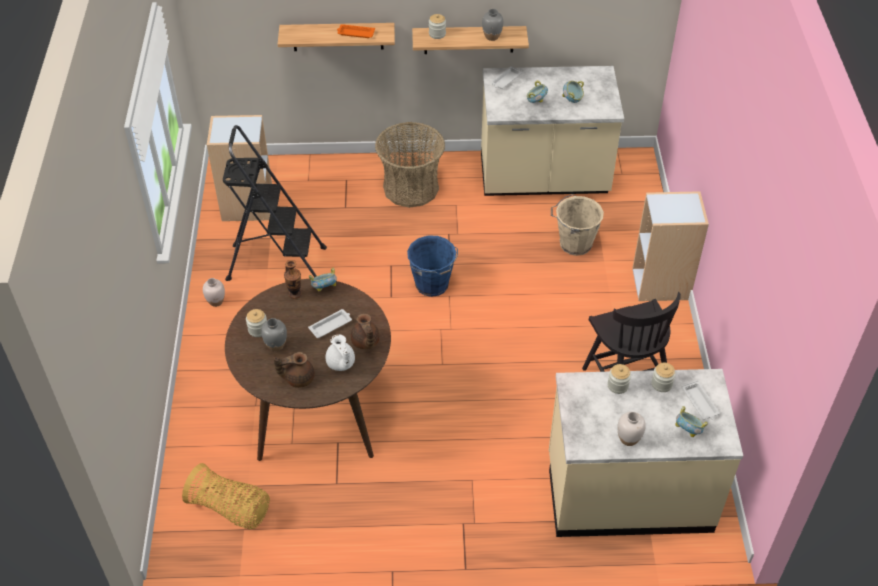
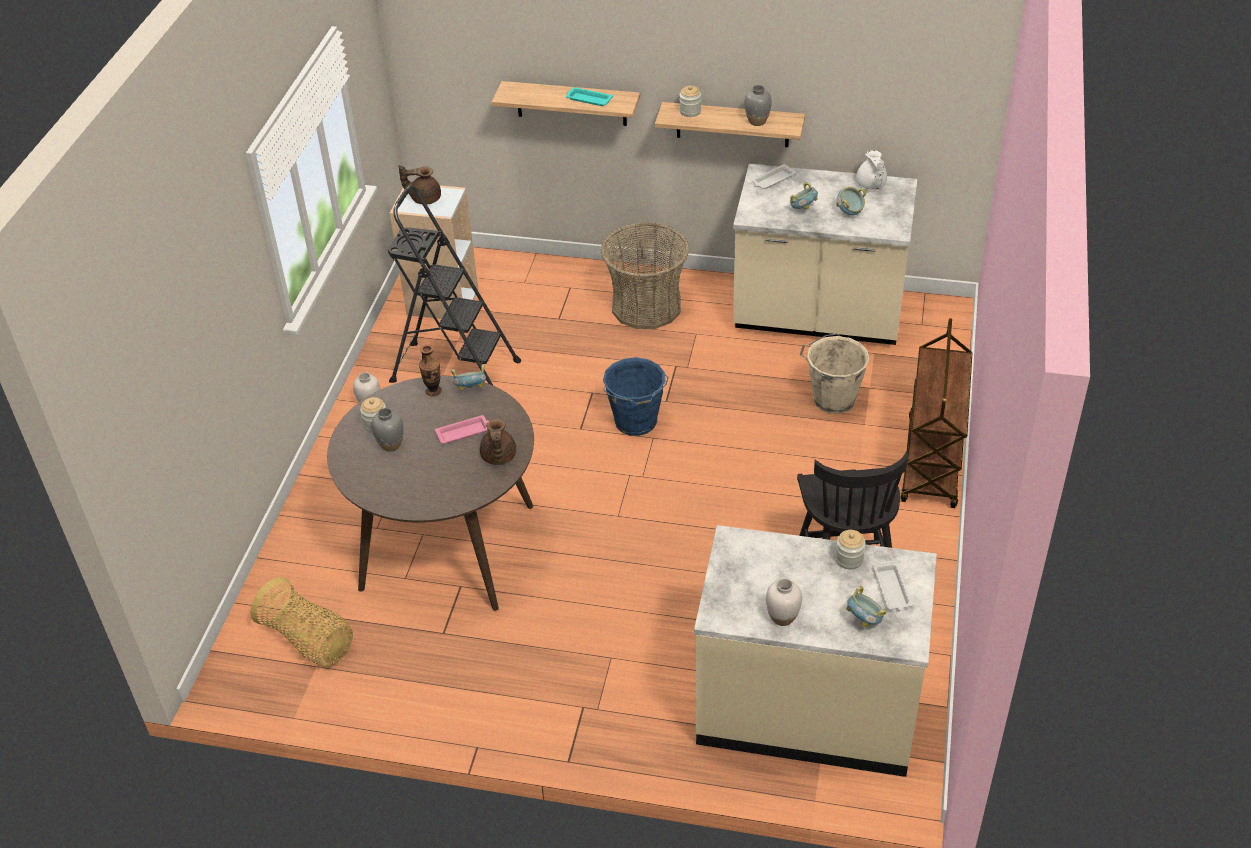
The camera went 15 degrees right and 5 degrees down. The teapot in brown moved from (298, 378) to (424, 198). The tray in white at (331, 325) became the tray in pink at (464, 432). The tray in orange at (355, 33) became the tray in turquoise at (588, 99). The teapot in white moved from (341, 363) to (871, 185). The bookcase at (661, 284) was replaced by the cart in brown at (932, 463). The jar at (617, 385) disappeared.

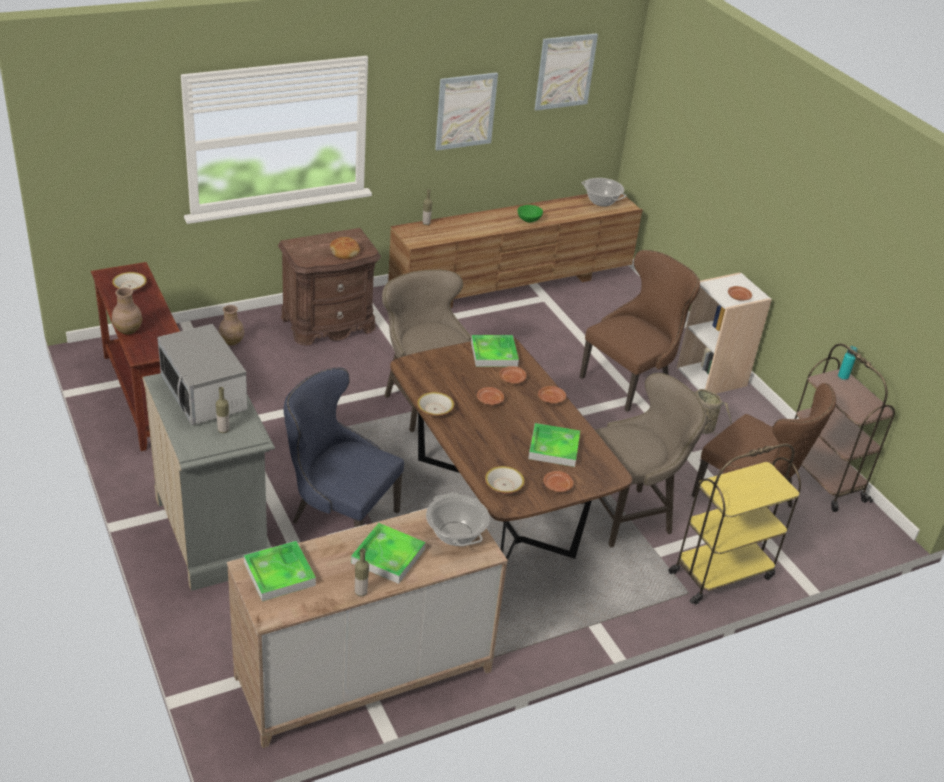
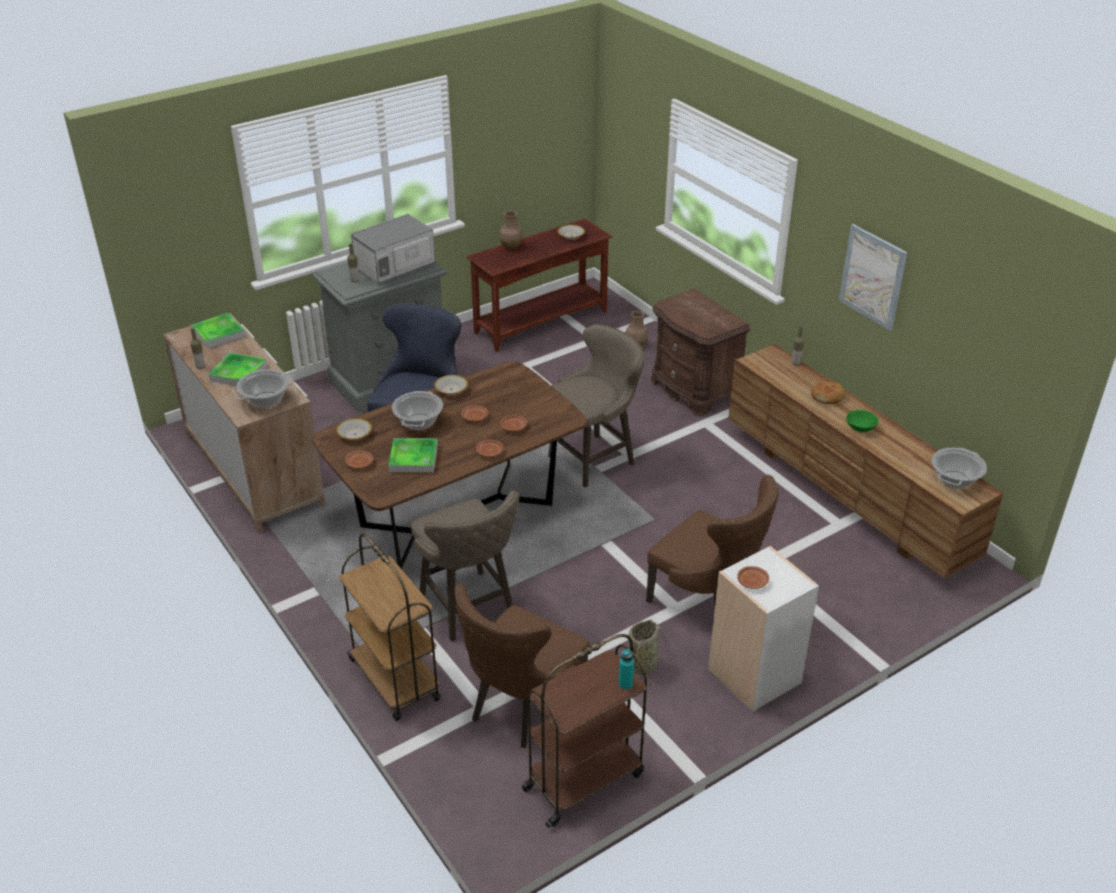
The camera went 85 degrees right and 0 degrees up. The cart in yellow at (722, 575) became the cart in brown at (395, 681). The cooking pot at (419, 422) appeared. The bread moved from (345, 252) to (828, 397). The tray at (494, 354) disappeared. The picture at (565, 71) disappeared.

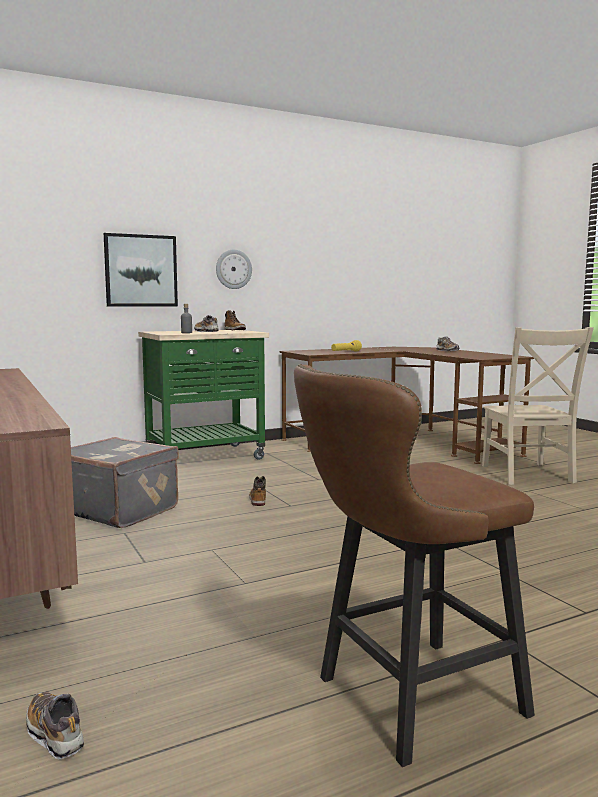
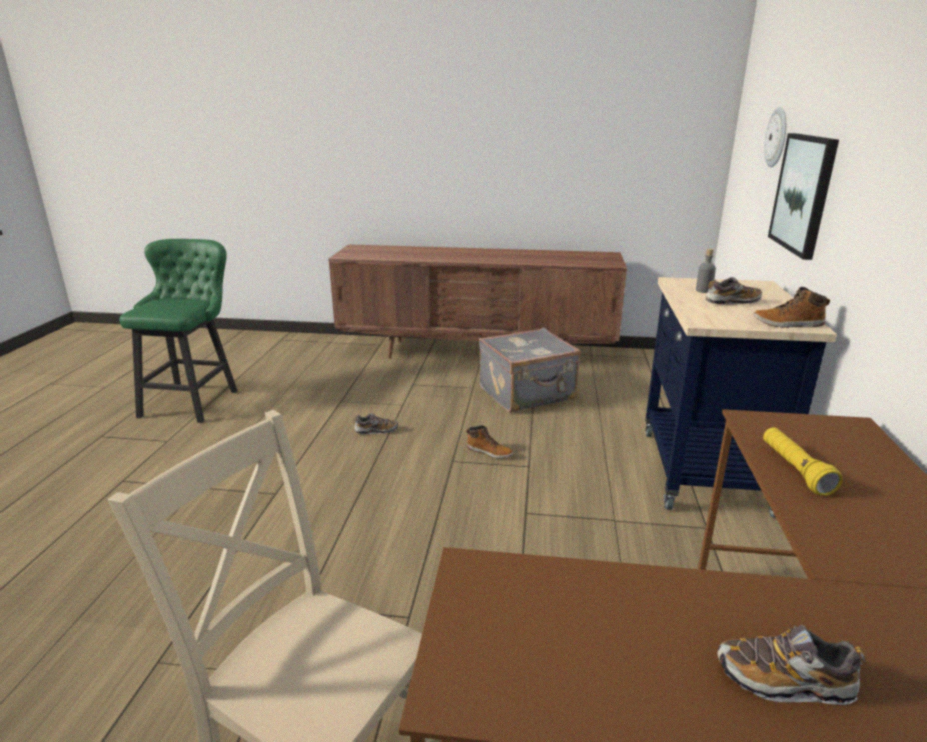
The camera went 125 degrees right and 15 degrees up. The stool in brown at (400, 702) became the stool in green at (195, 398). The shoe moved from (54, 734) to (376, 431). The cart in green at (204, 457) became the cart in blue at (705, 473). The wall clock moved from (233, 269) to (777, 137).

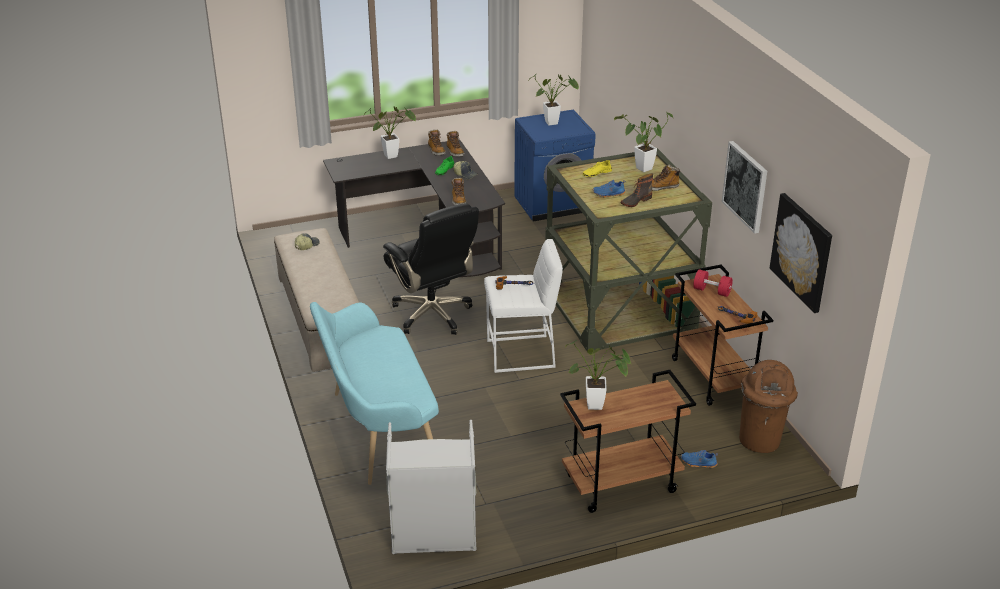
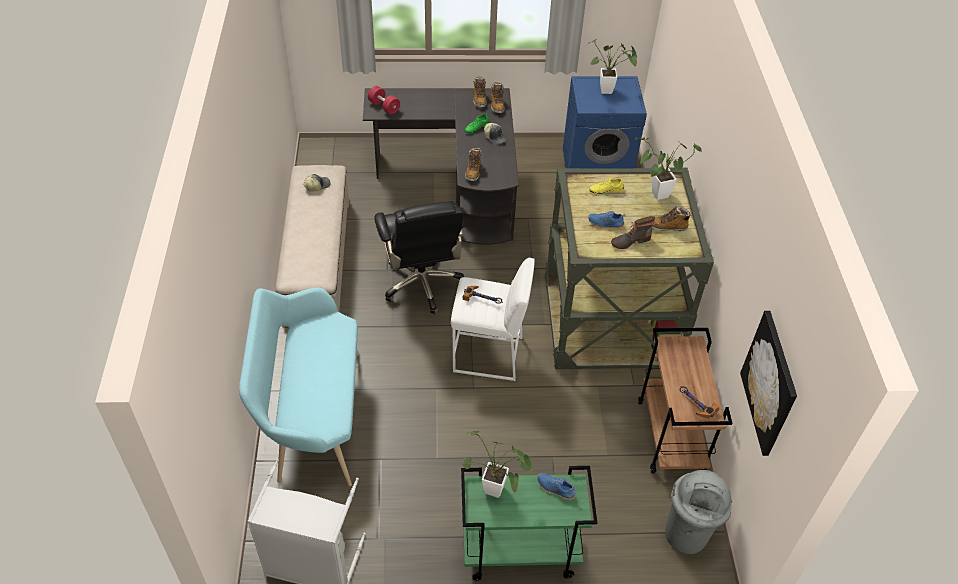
The camera went 15 degrees right and 15 degrees up. The dumbbell in red moved from (712, 291) to (384, 106). The cart in brown at (620, 485) became the cart in green at (519, 552). The shoe in blue moved from (698, 463) to (555, 489). The trash can in brown at (760, 440) became the trash can in grey at (687, 534). The potted plant at (394, 155) disappeared. The picture at (745, 186) disappeared.

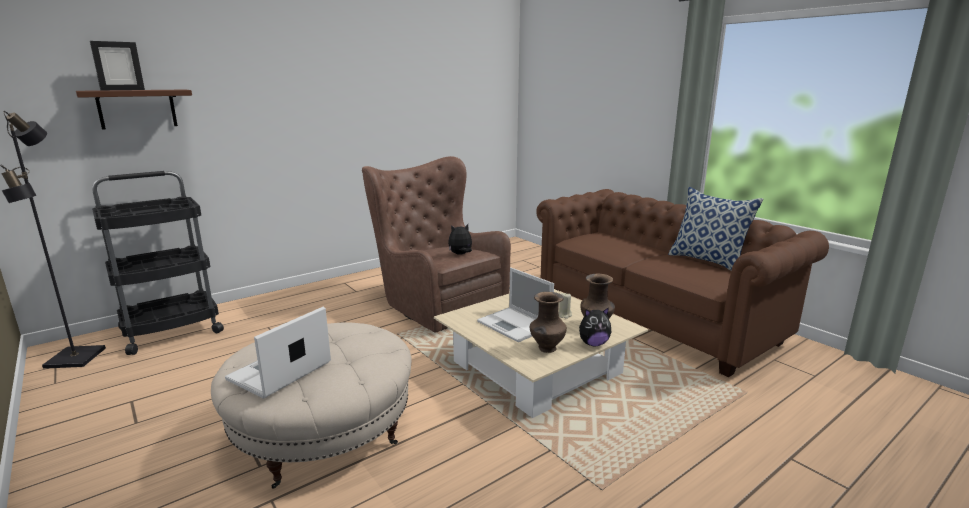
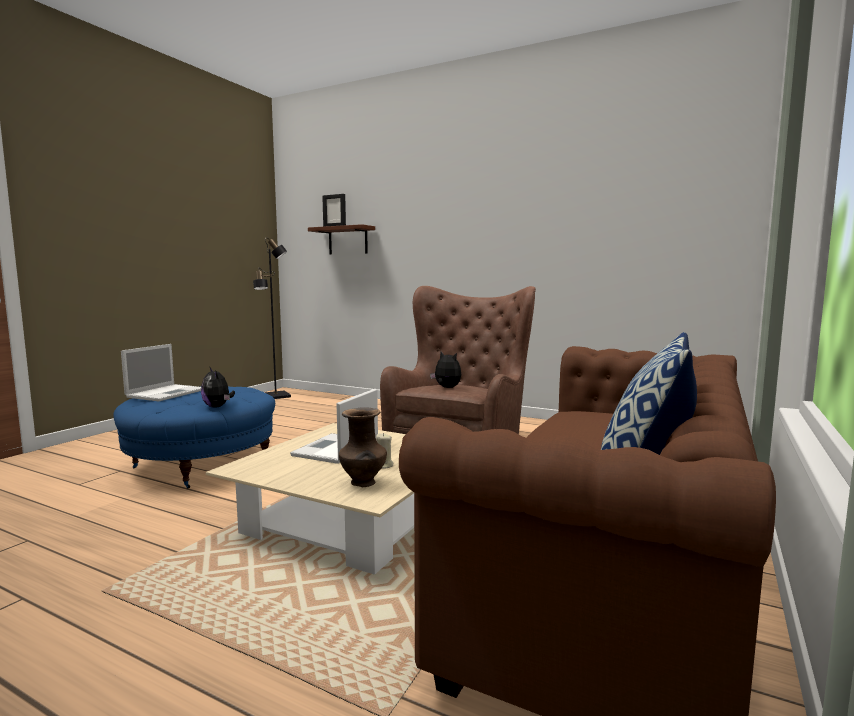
The camera went 65 degrees right and 10 degrees down. The ottoman in beige at (323, 432) became the ottoman in blue at (202, 464). The laptop at (278, 372) turned 105 degrees clockwise. The plush toy moved from (593, 344) to (218, 407). The cart in black at (172, 331) disappeared. The vase in brown at (547, 349) disappeared.

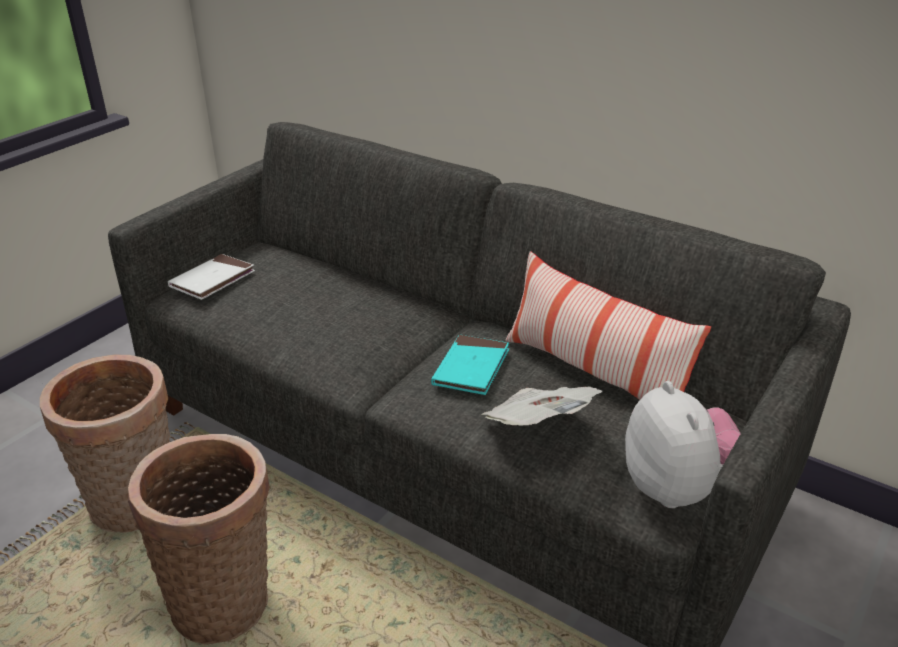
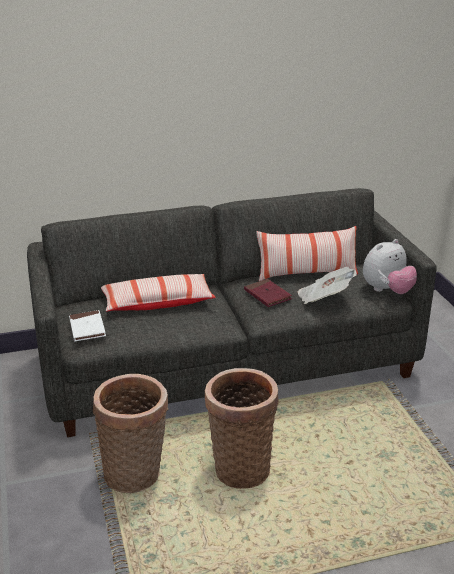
The camera went 50 degrees left and 5 degrees down. The pillow at (157, 303) appeared. The book in turquoise at (471, 368) became the book in red at (267, 295). The plush toy at (679, 489) turned 120 degrees clockwise.

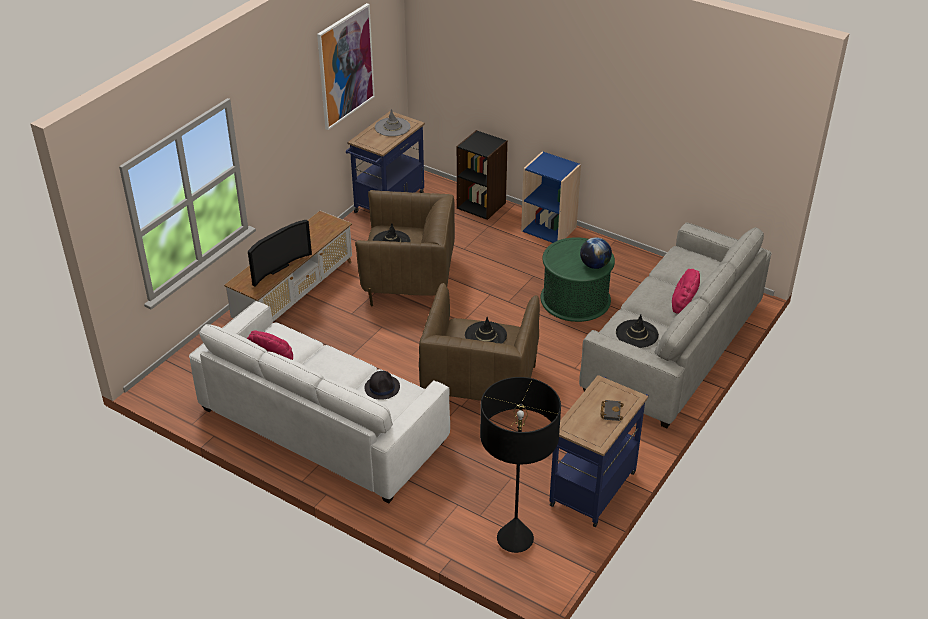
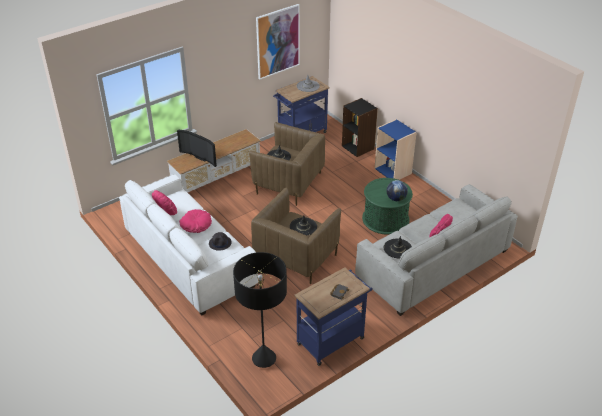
The camera went 20 degrees right and 0 degrees up. The television at (276, 267) turned 60 degrees clockwise. The pillow in pink at (196, 225) appeared.

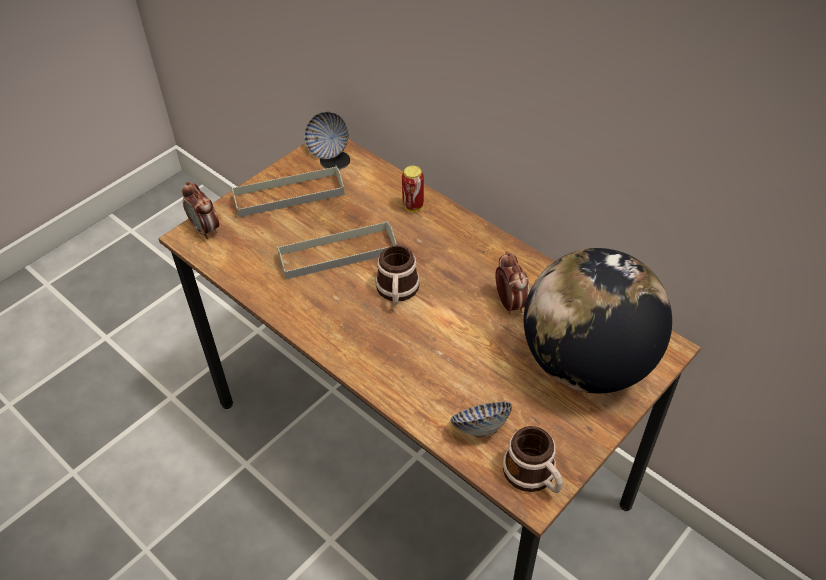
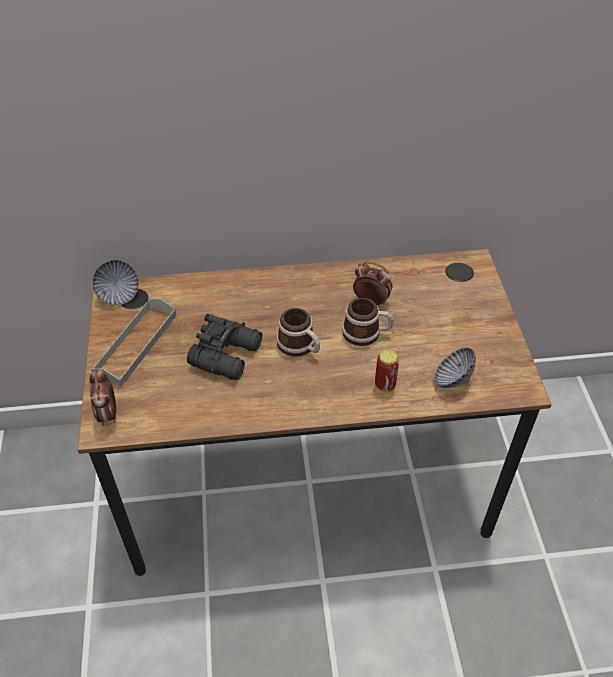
The camera went 50 degrees left and 0 degrees up. The alarm clock at (205, 229) turned 75 degrees clockwise. The tray in grey at (337, 253) was replaced by the binoculars in black at (228, 354). The mug moved from (534, 476) to (366, 333). The can moved from (413, 206) to (385, 385). The globe at (586, 363) disappeared.

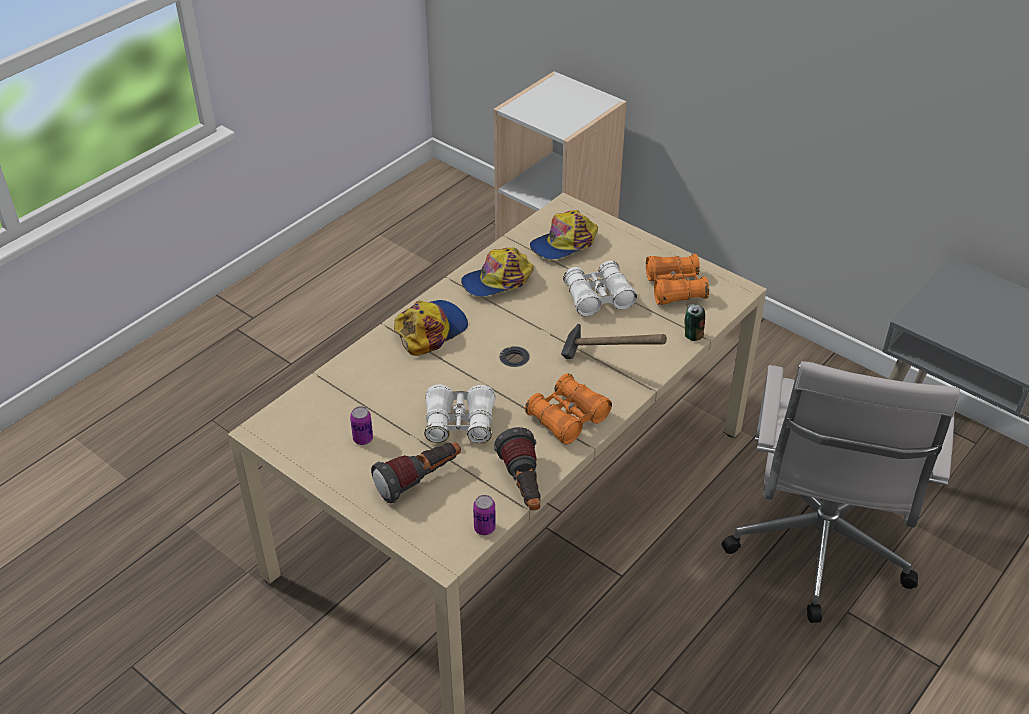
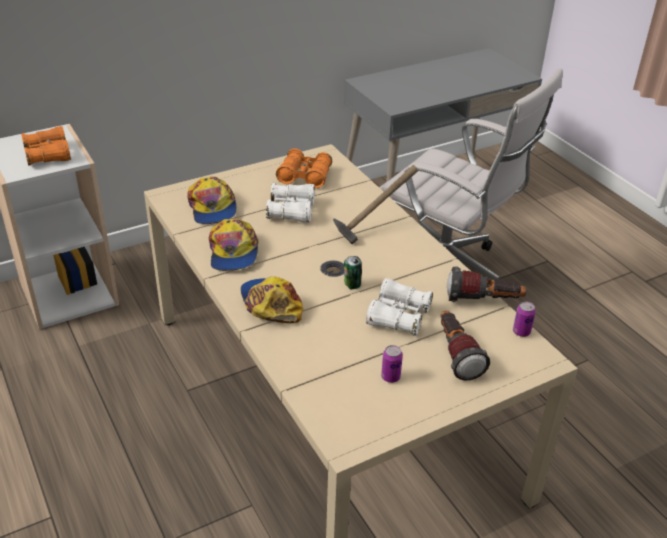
The camera went 70 degrees left and 5 degrees down. The binoculars in orange moved from (567, 418) to (48, 155). The can moved from (692, 335) to (352, 285).

